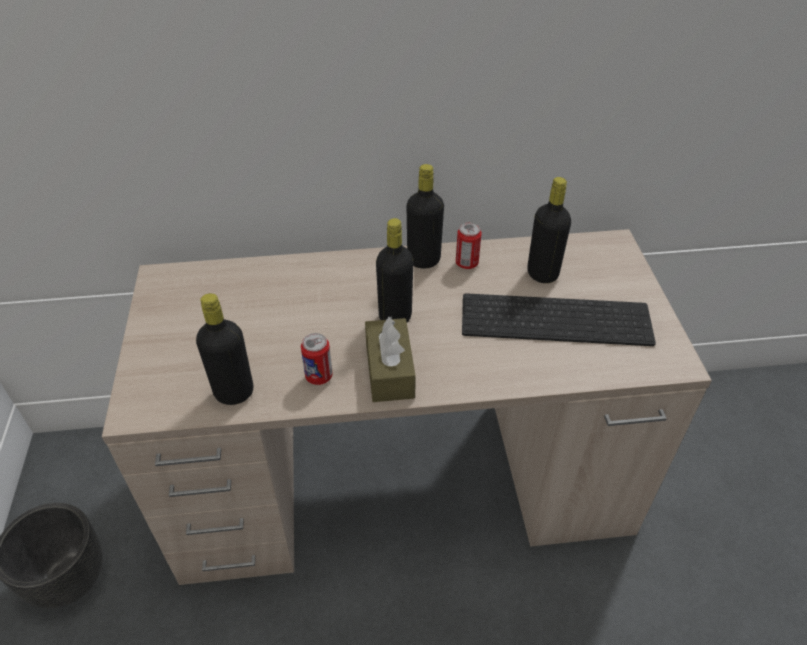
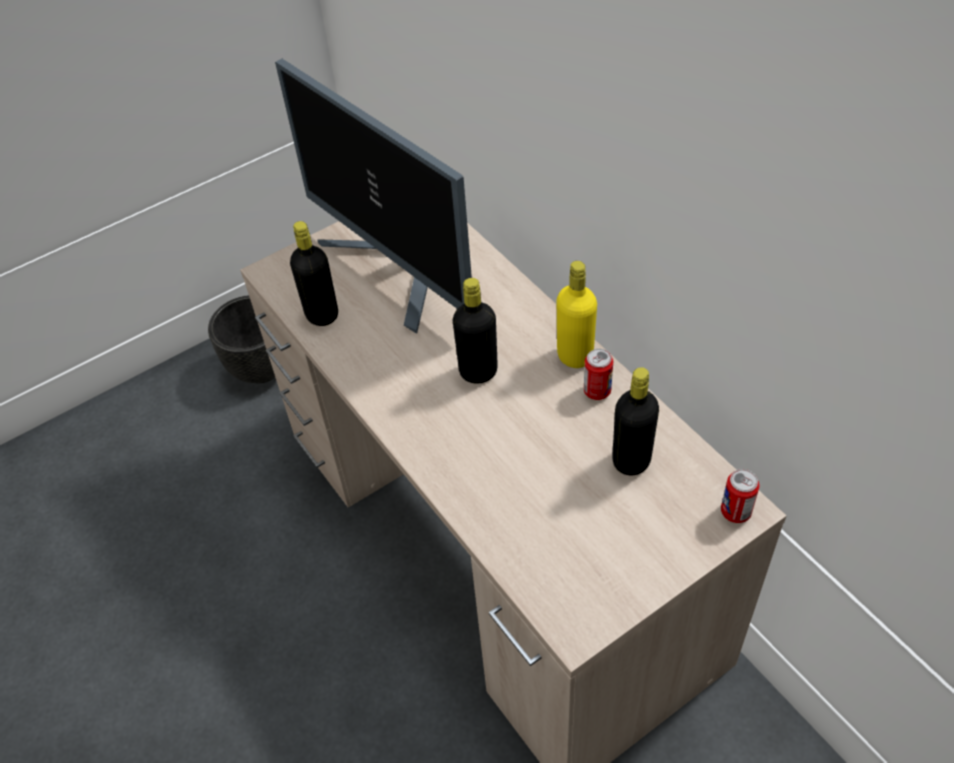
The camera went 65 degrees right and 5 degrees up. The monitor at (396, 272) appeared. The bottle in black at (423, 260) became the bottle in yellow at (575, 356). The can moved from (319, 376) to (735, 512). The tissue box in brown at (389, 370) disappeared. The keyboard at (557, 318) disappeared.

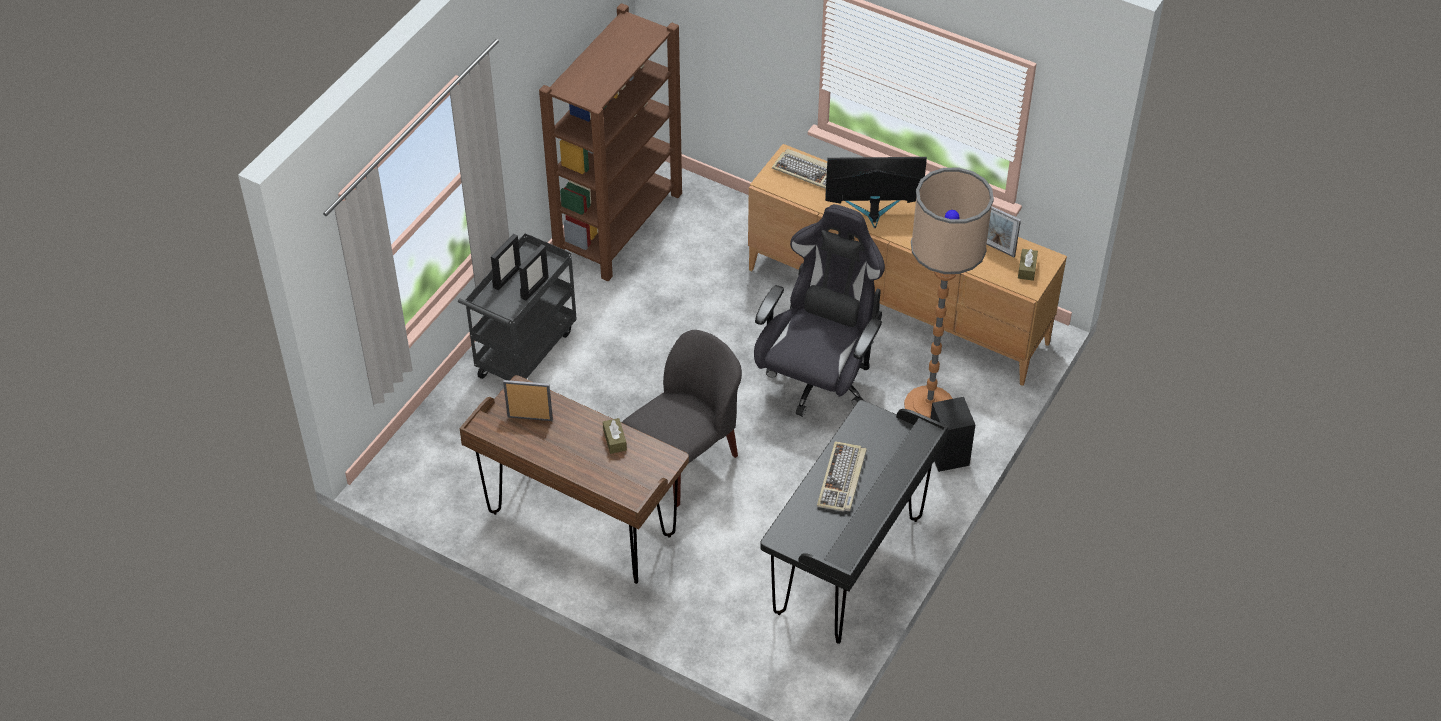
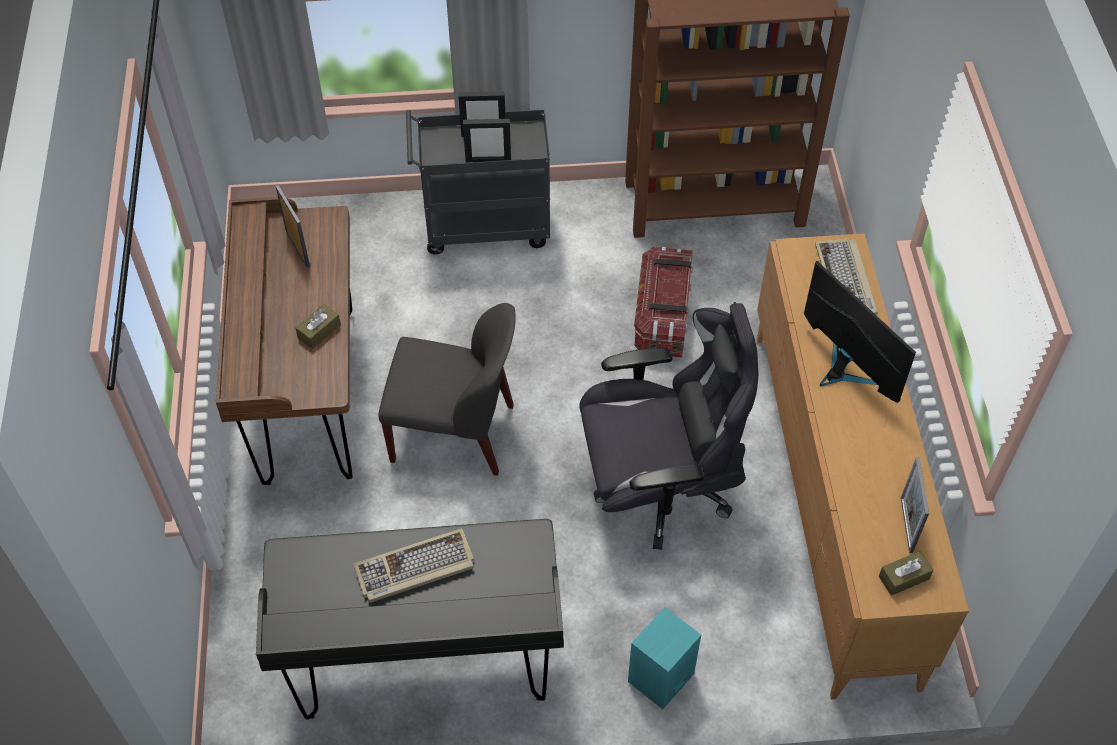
The camera went 55 degrees right and 5 degrees up. The speaker in black at (949, 455) became the speaker in turquoise at (661, 679). The storage box at (663, 317) appeared. The floor lamp at (929, 406) disappeared.

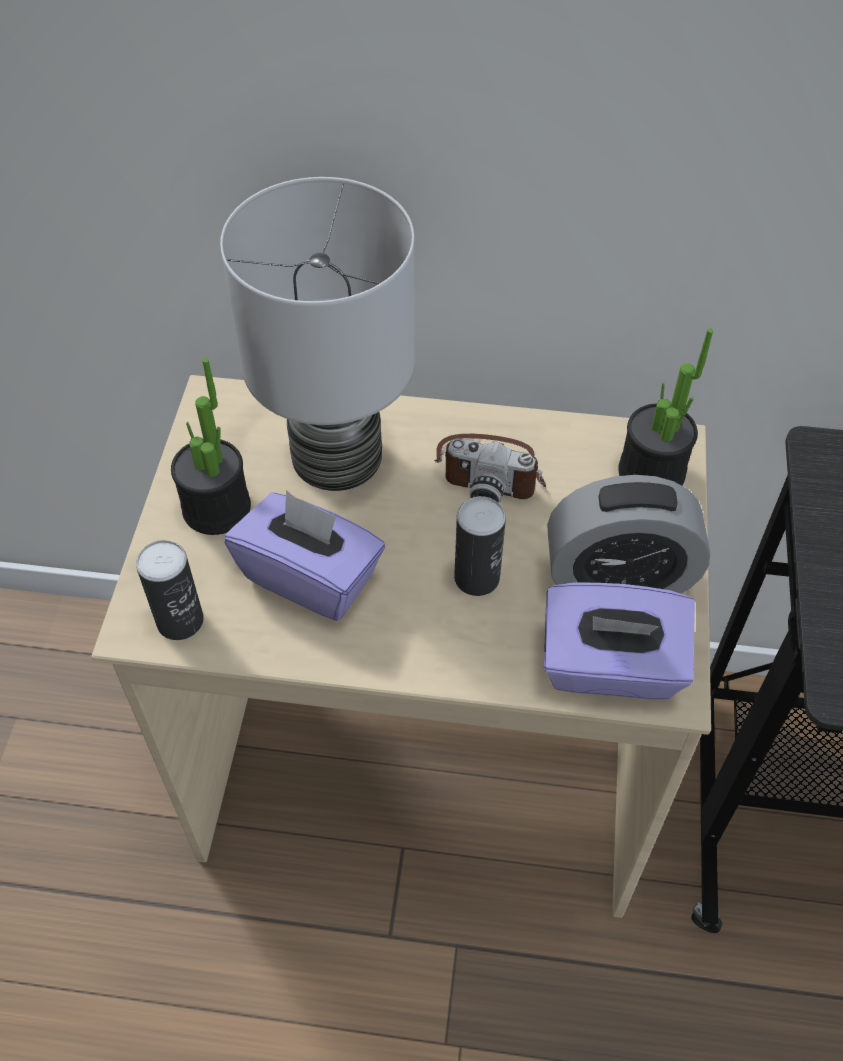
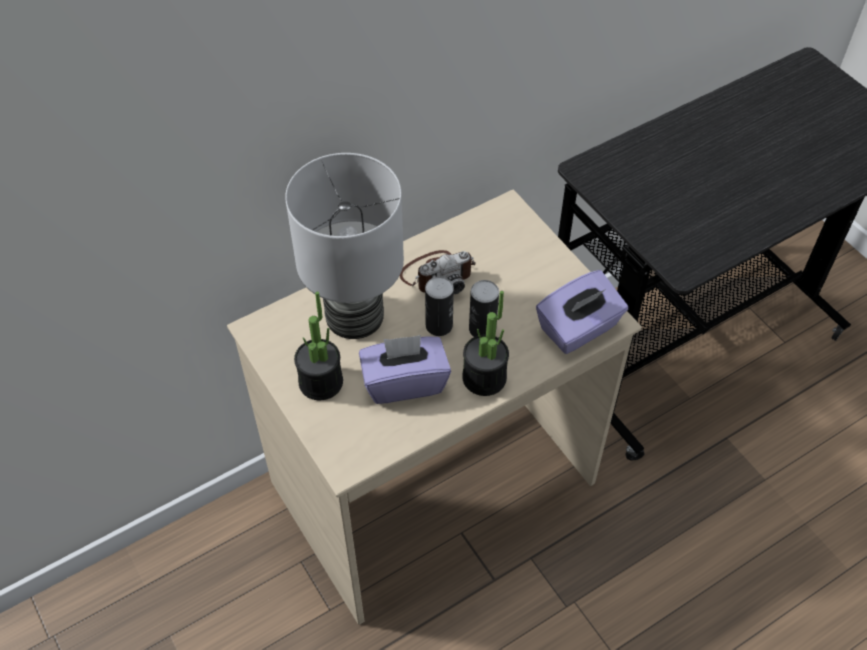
The camera went 40 degrees left and 0 degrees up. The can moved from (180, 621) to (439, 325). The potted plant moved from (651, 473) to (484, 378). The alarm clock at (618, 578) disappeared.

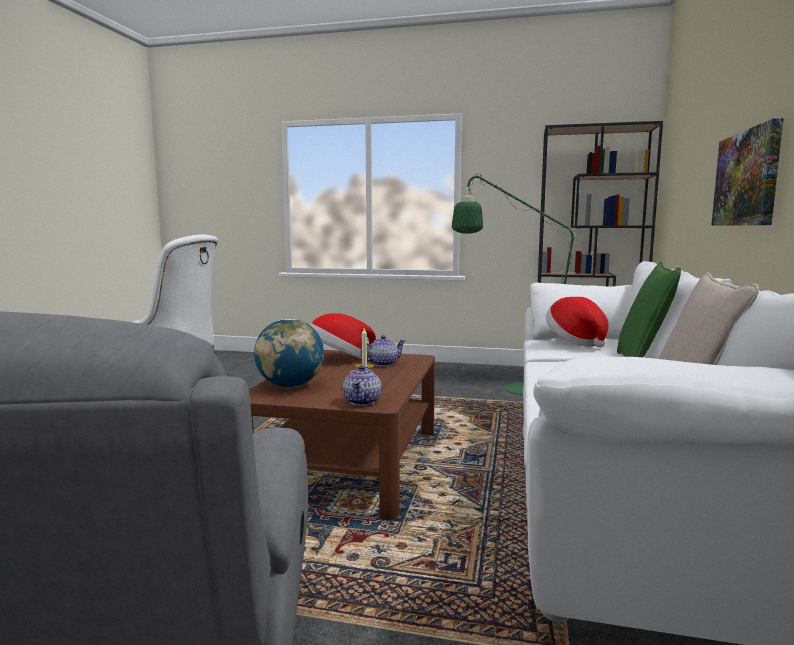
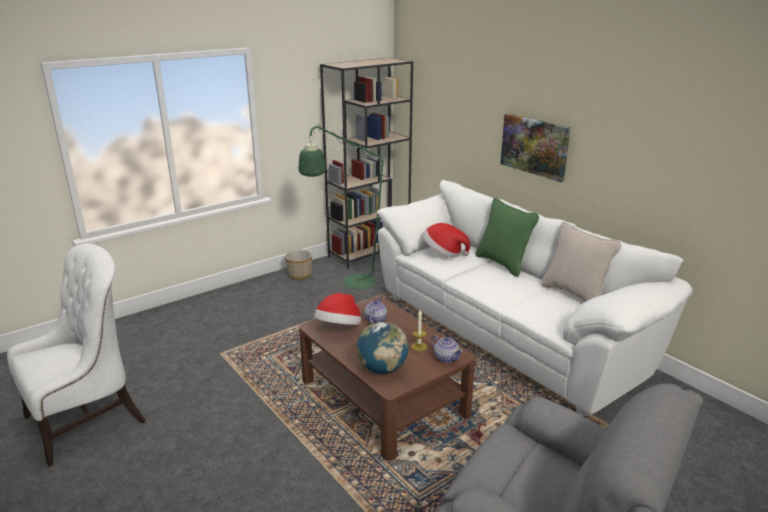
The camera went 50 degrees left and 15 degrees up. The planter at (299, 274) appeared.

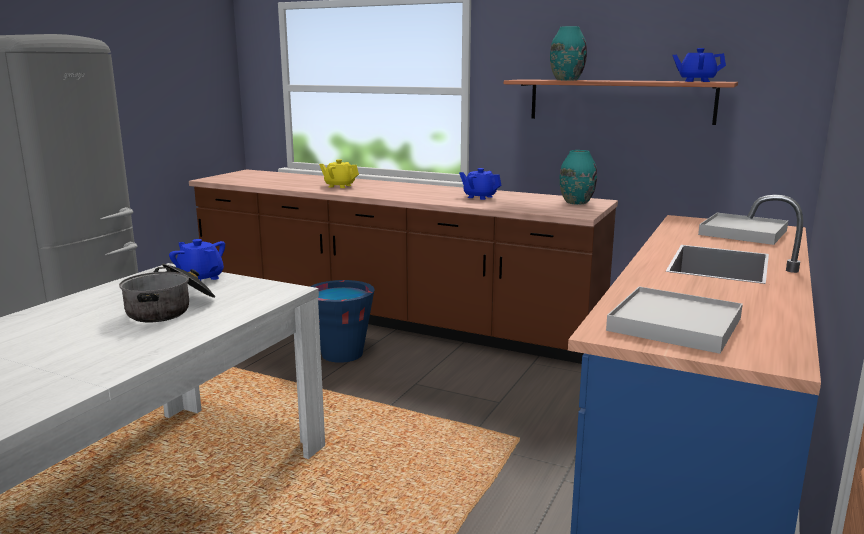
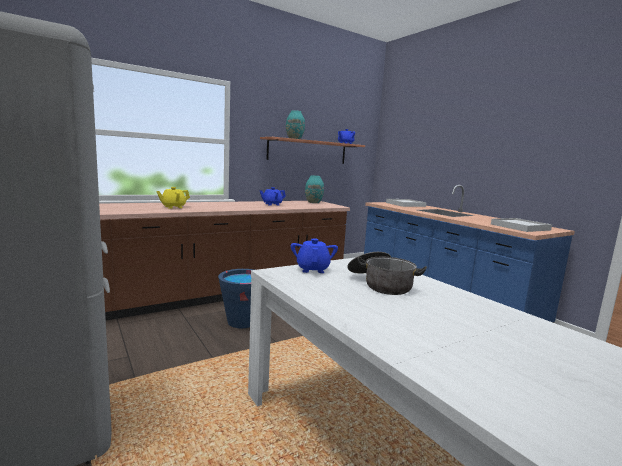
The camera went 60 degrees left and 5 degrees down. The teapot in blue at (200, 278) turned 105 degrees clockwise.

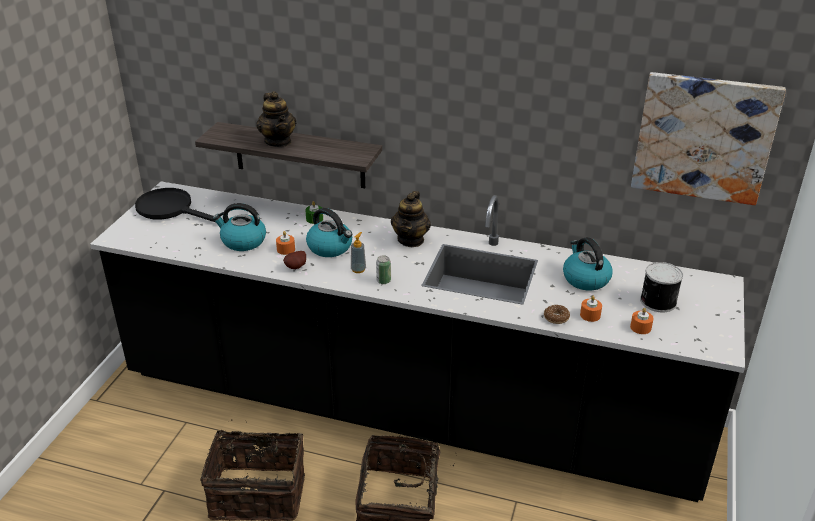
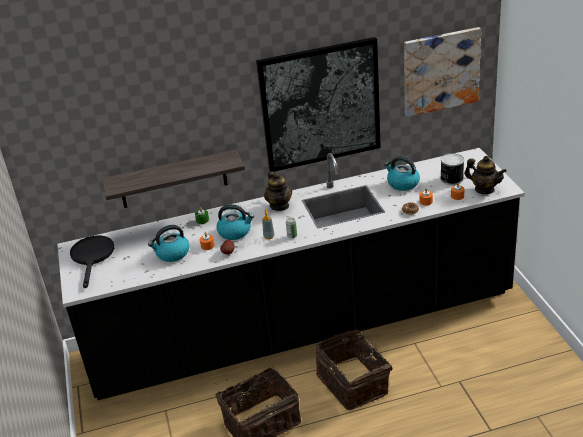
The camera went 30 degrees left and 0 degrees up. The frying pan in black at (171, 209) turned 90 degrees clockwise. The picture at (320, 105) appeared. The teapot moved from (278, 141) to (484, 189).

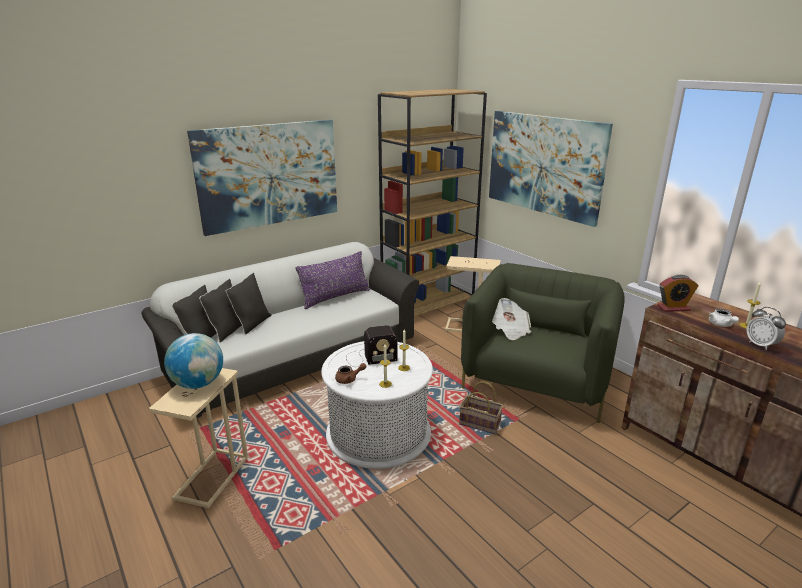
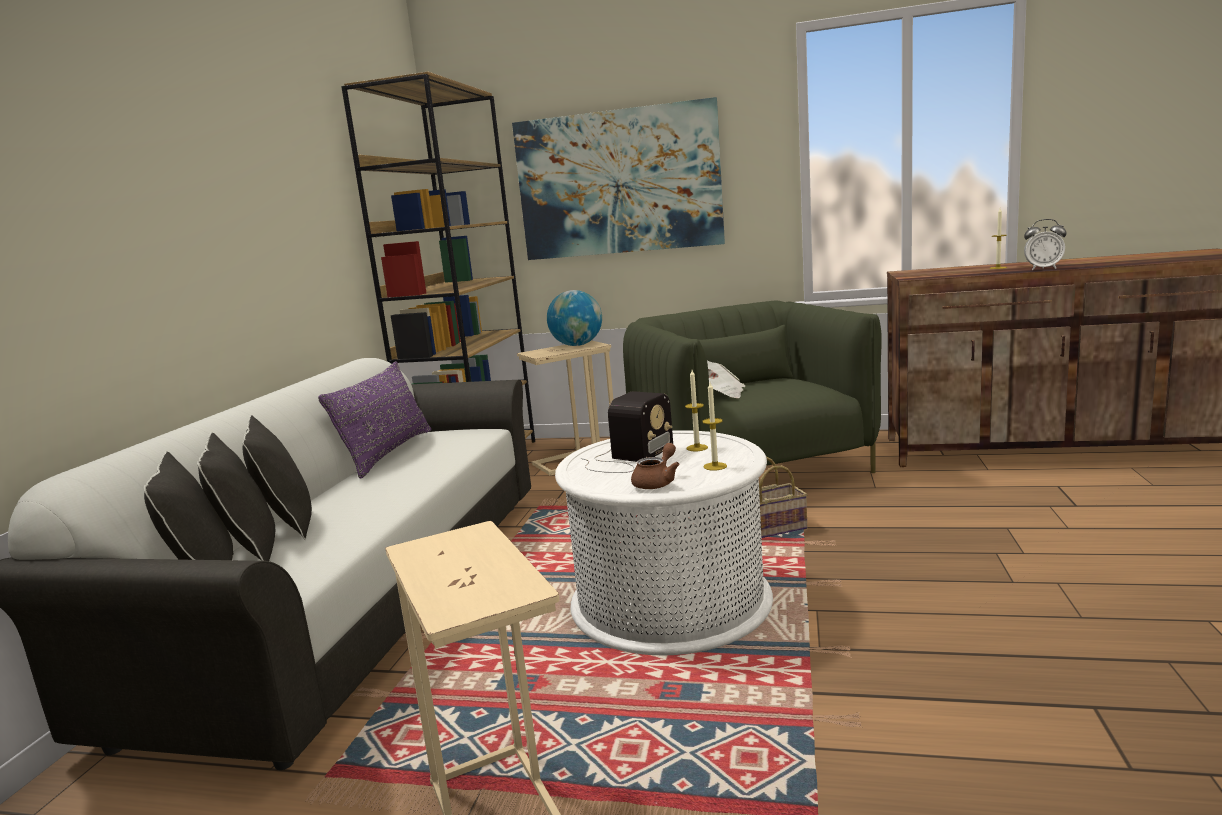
The camera went 40 degrees left and 10 degrees down. The globe moved from (198, 384) to (577, 345). The picture at (269, 175) disappeared. The alarm clock at (673, 308) disappeared. The teapot in white at (721, 325) disappeared.

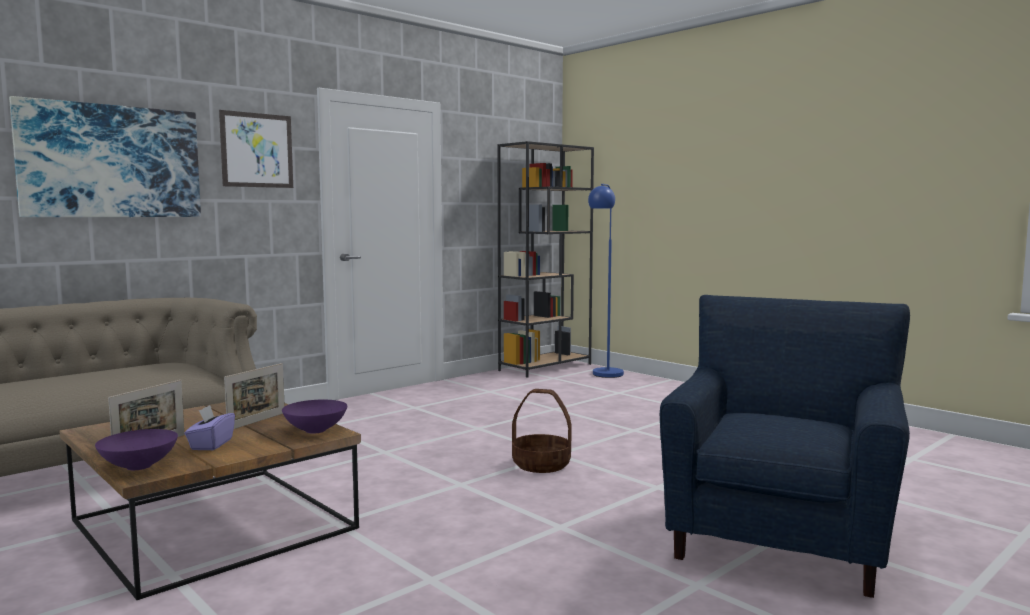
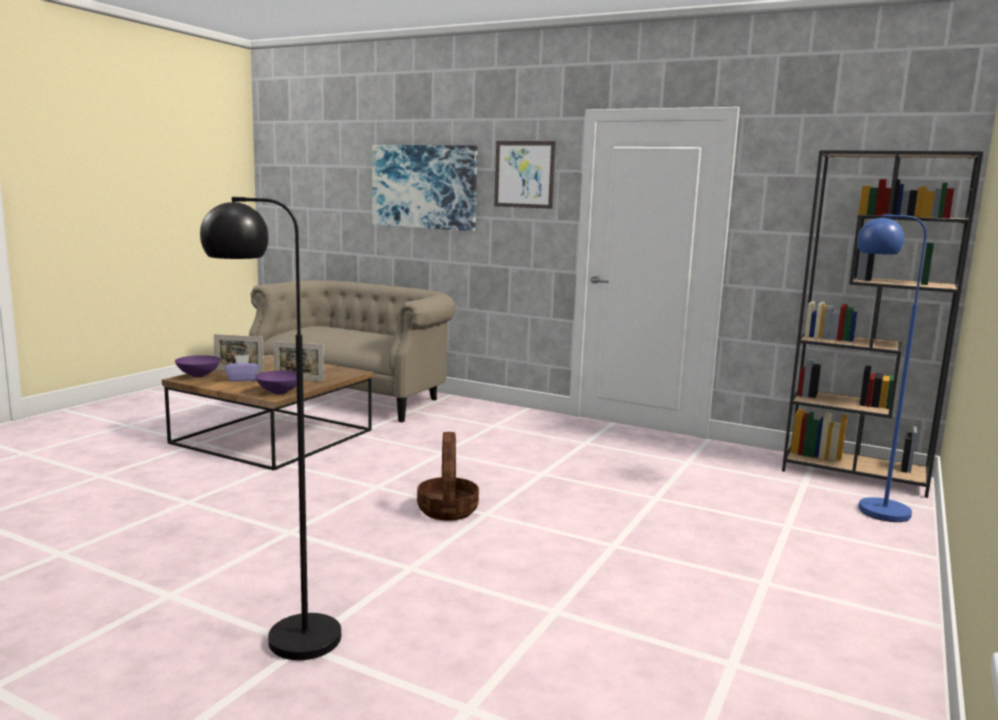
The camera went 70 degrees right and 5 degrees up. The armchair in blue at (779, 537) was replaced by the floor lamp in black at (283, 638).

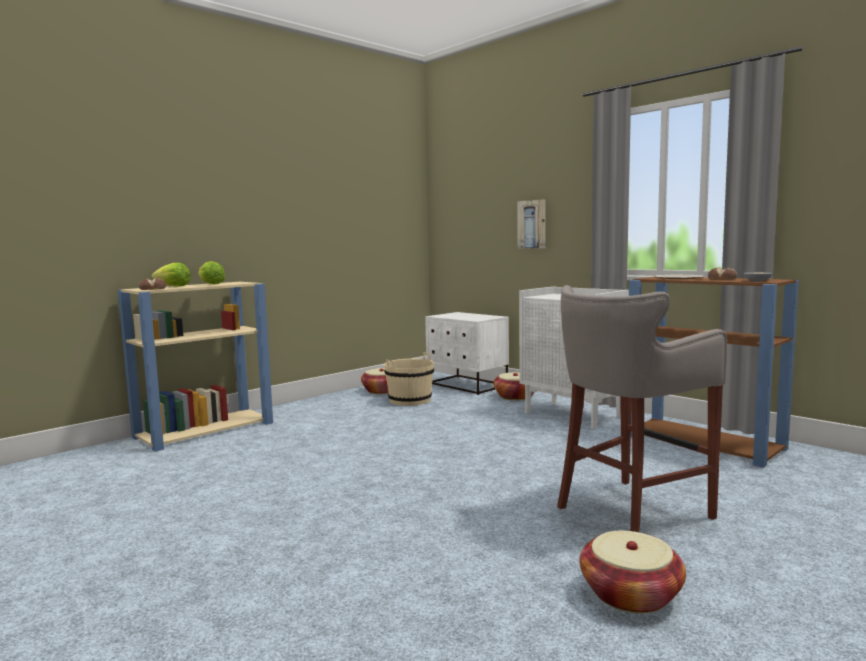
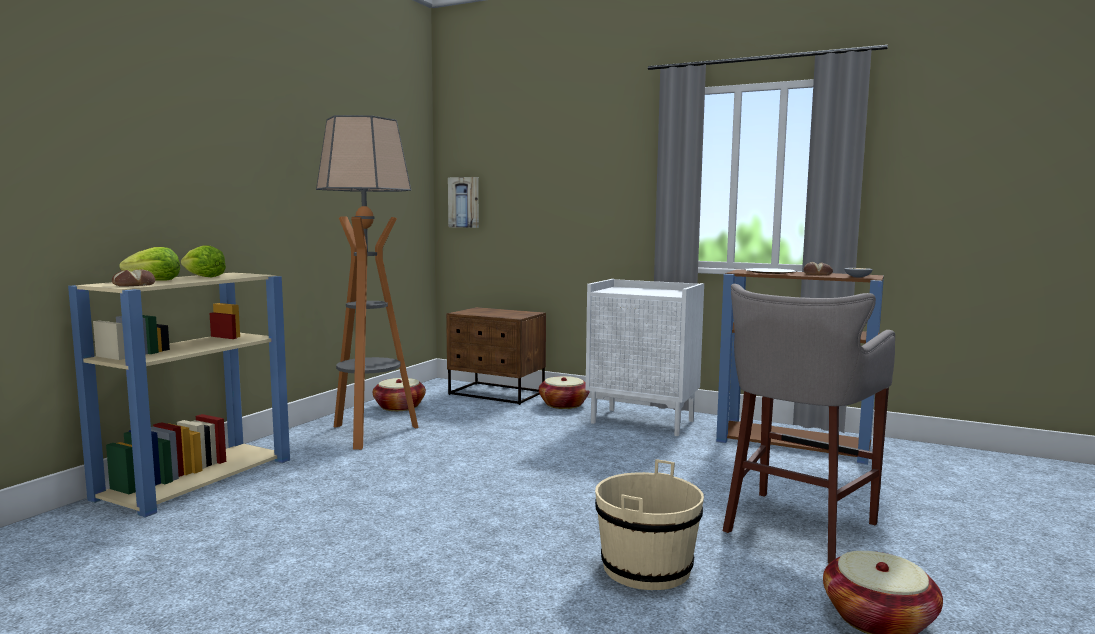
The camera went 20 degrees left and 0 degrees up. The floor lamp at (370, 433) appeared. The nightstand in white at (467, 385) became the nightstand in brown at (496, 394). The picture moved from (532, 224) to (464, 202). The bucket in beige moved from (410, 400) to (647, 568).

